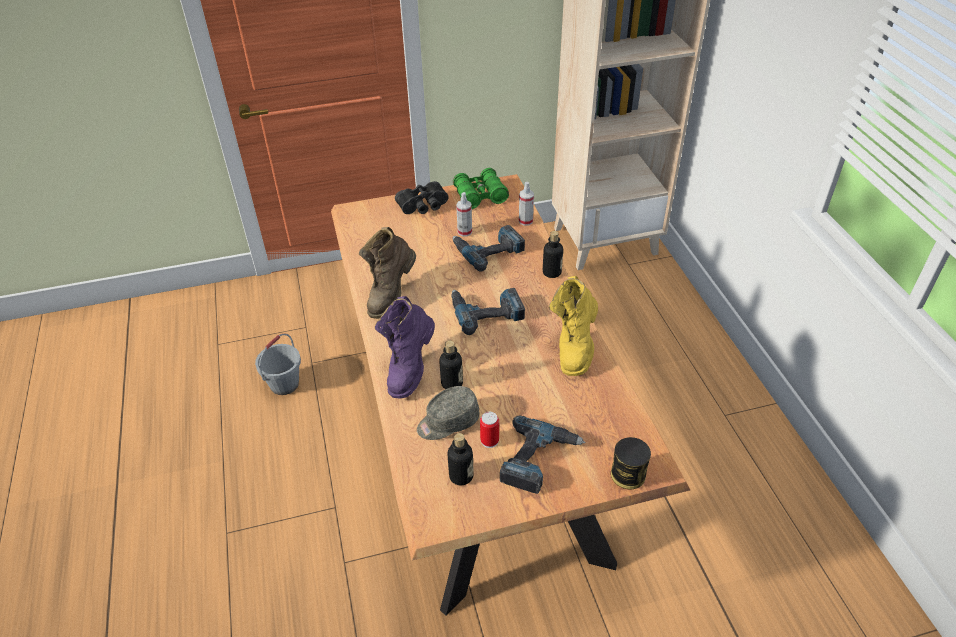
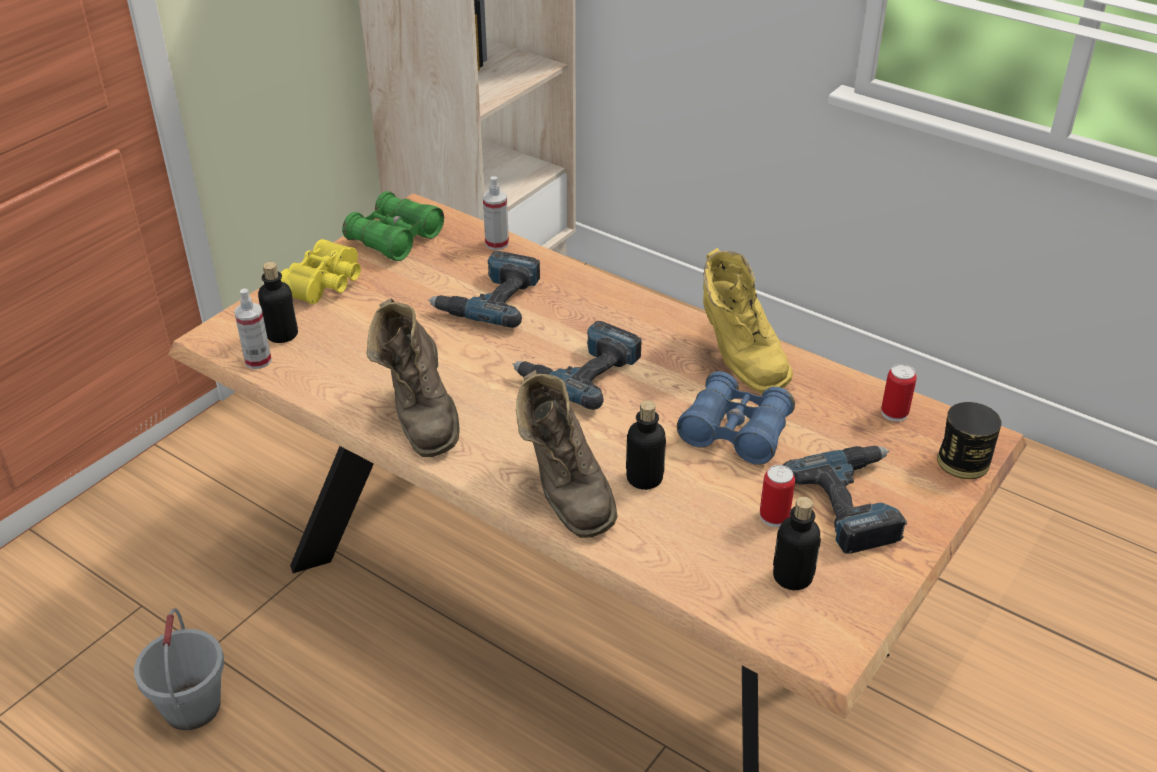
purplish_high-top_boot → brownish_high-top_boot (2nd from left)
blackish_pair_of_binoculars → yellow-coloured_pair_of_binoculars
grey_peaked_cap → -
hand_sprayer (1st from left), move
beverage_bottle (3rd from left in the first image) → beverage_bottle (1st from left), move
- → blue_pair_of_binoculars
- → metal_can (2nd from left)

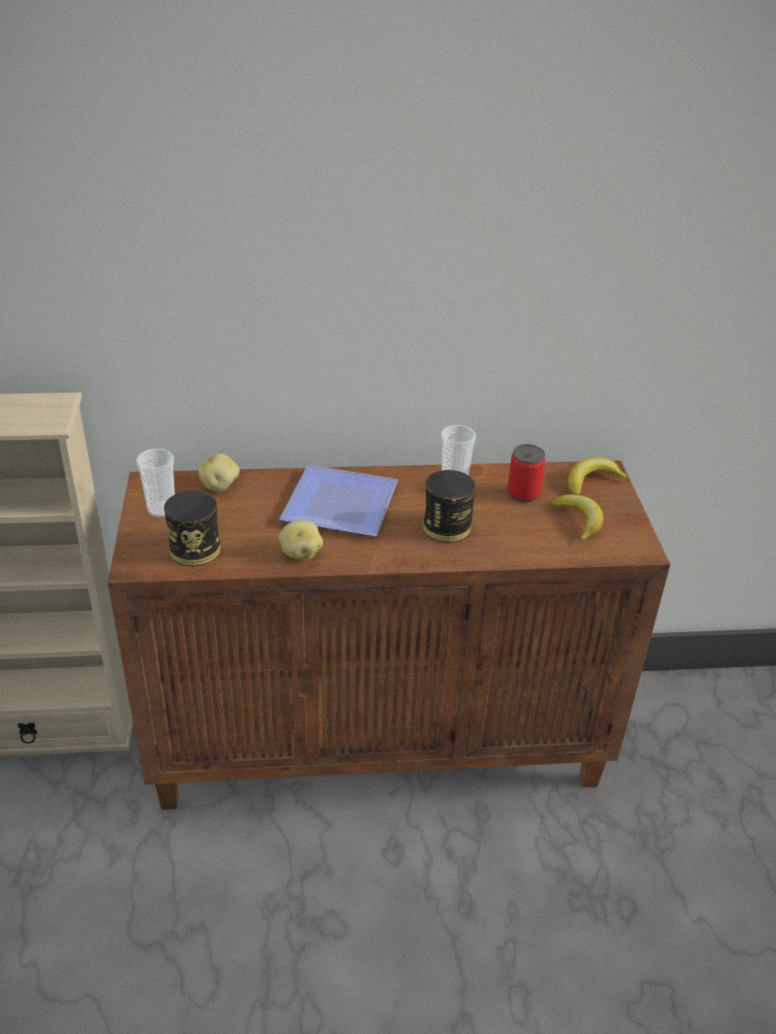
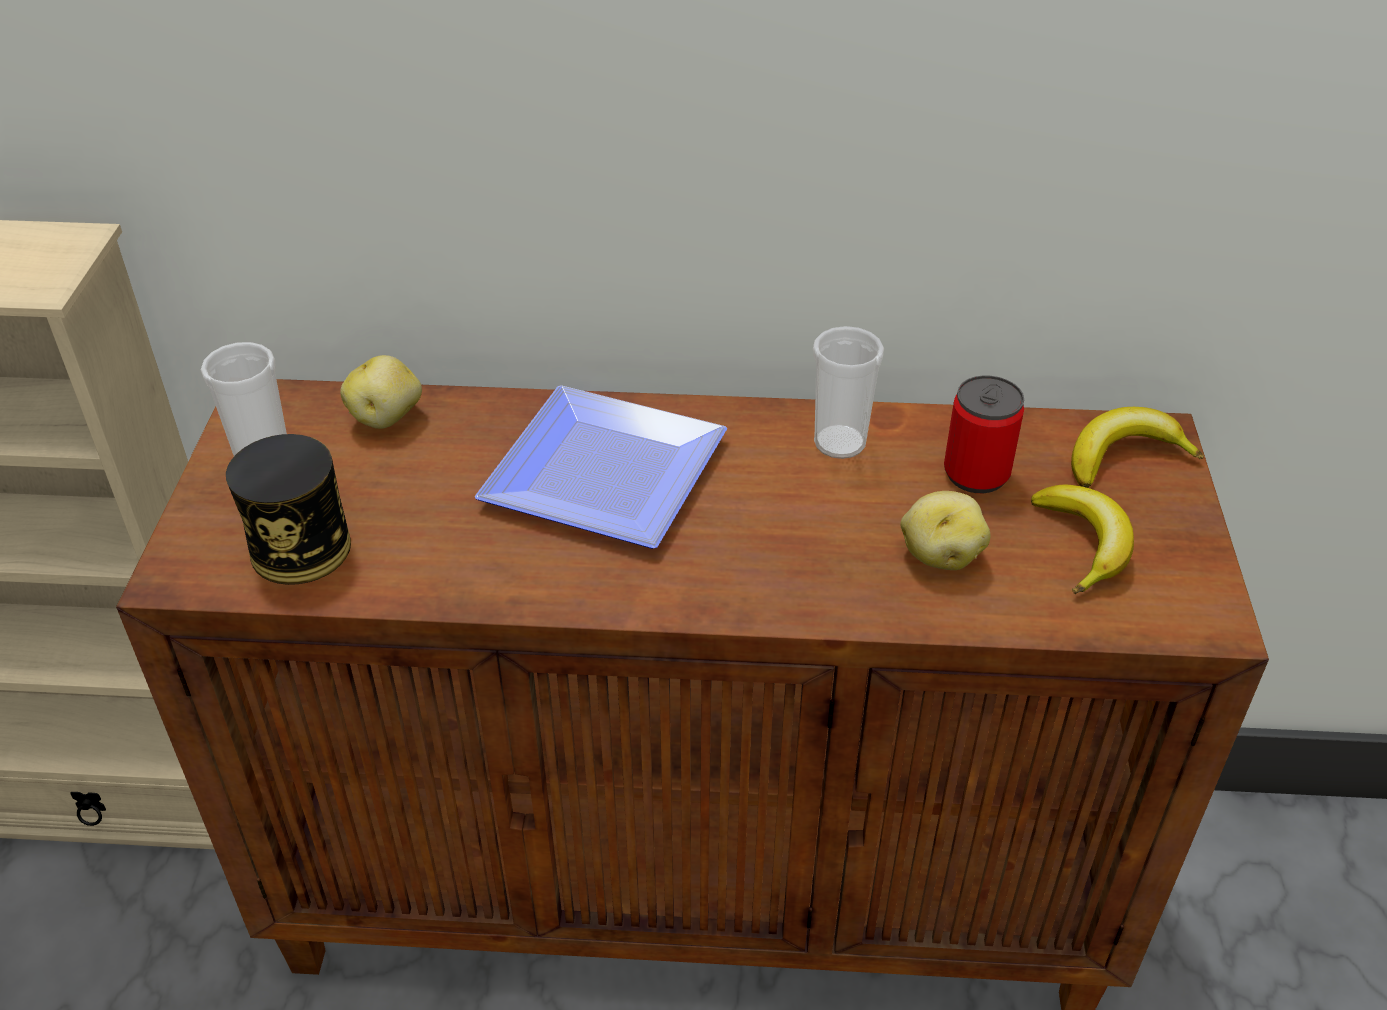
spud (2nd from left), move
metal_can (2nd from left) → -

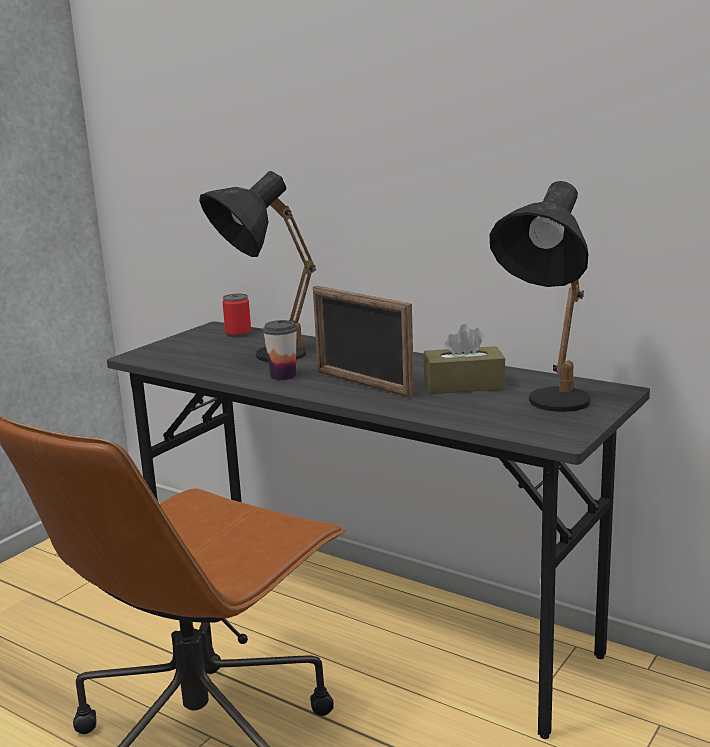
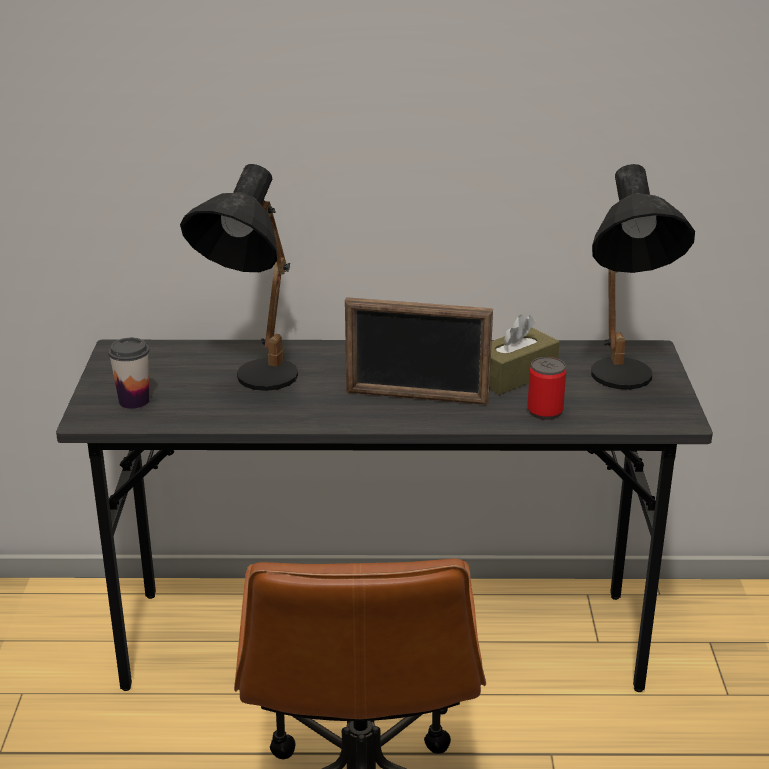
metal_can, move
cup, move

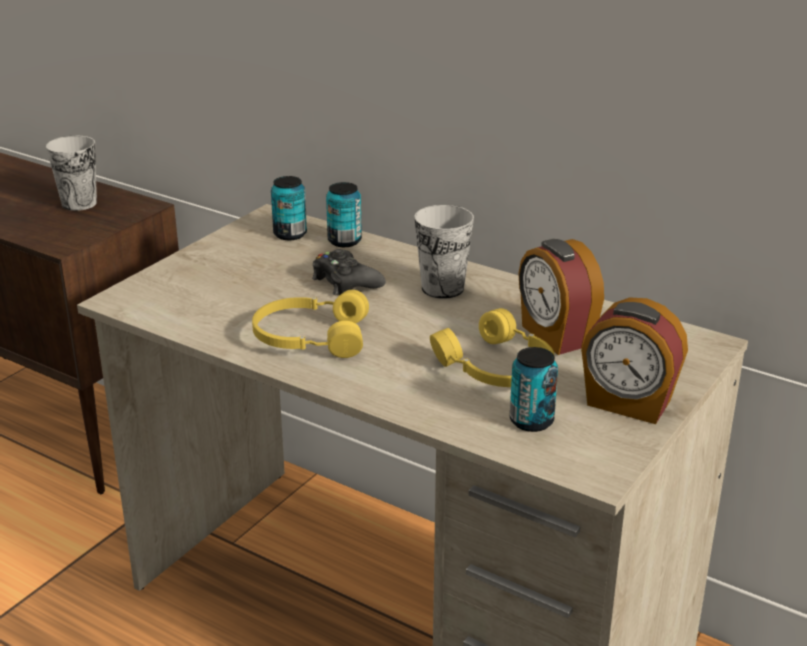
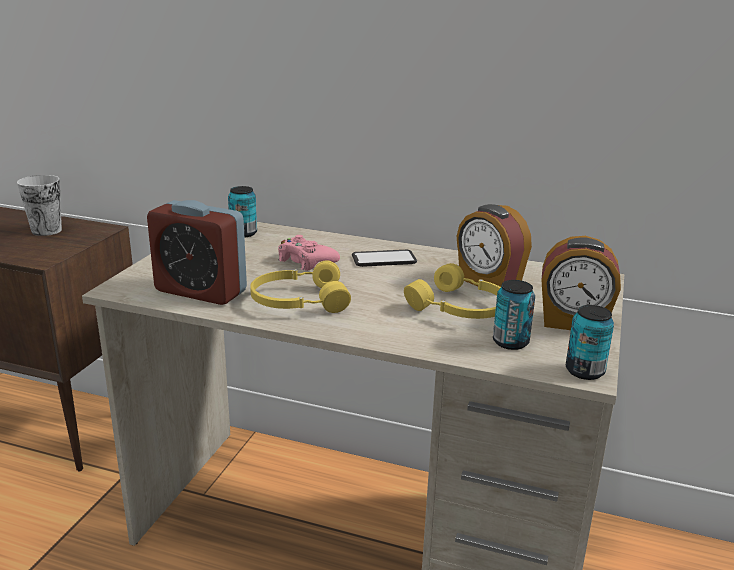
blackish_game_controller → pink_game_controller
metal_can (2nd from left in the first image) → metal_can (3rd from left), move
cup (2nd from left) → phone
- → bedside_clock (1st from left)

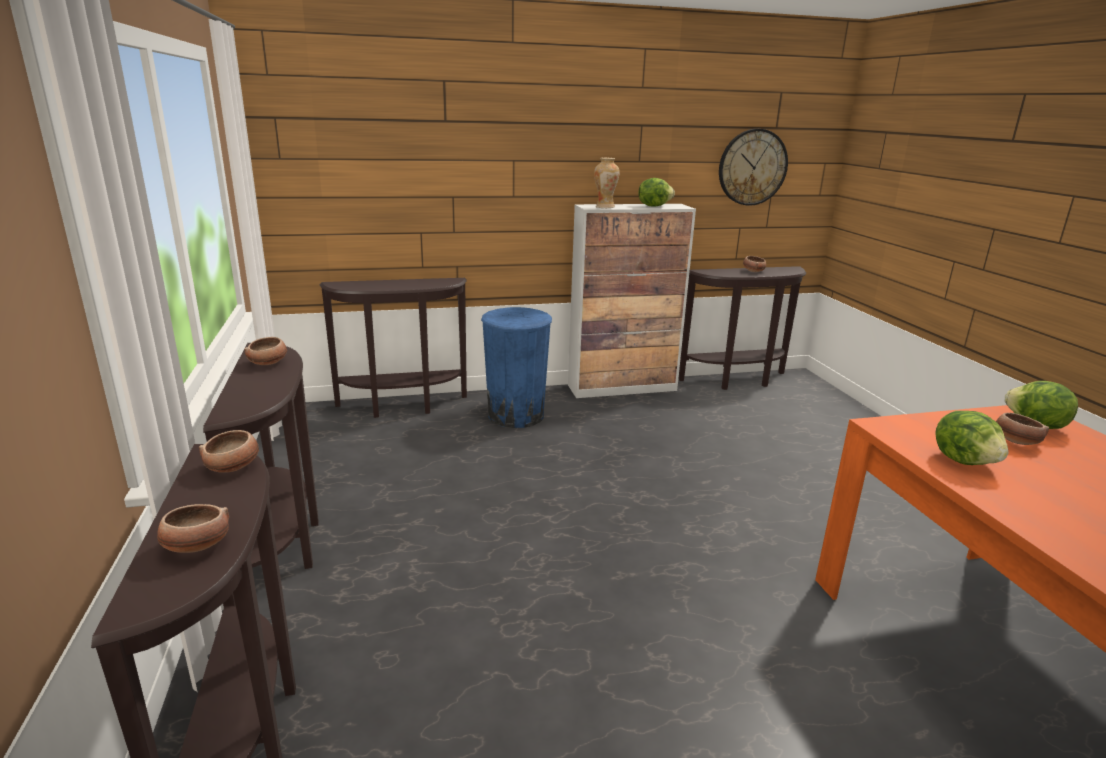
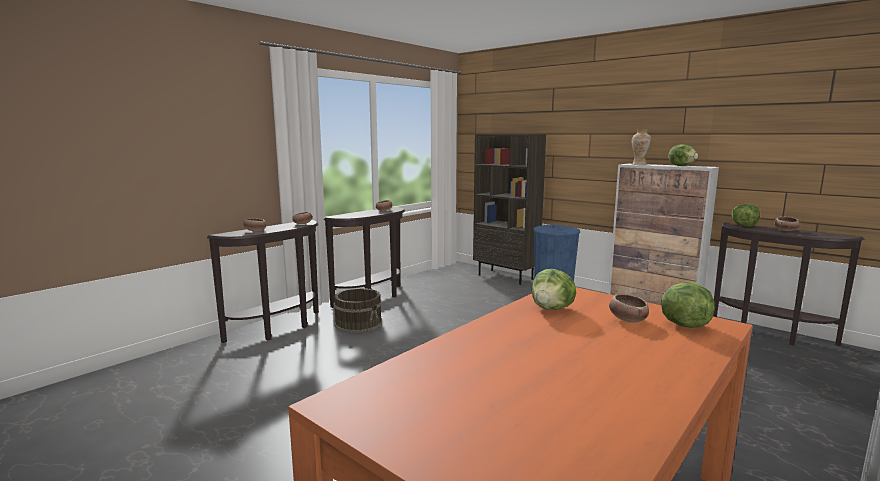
brownish_hall_table (3rd from left) → brownish_bookcase
wall_clock → -
- → brownish_pail
- → lettuce_head (4th from left)

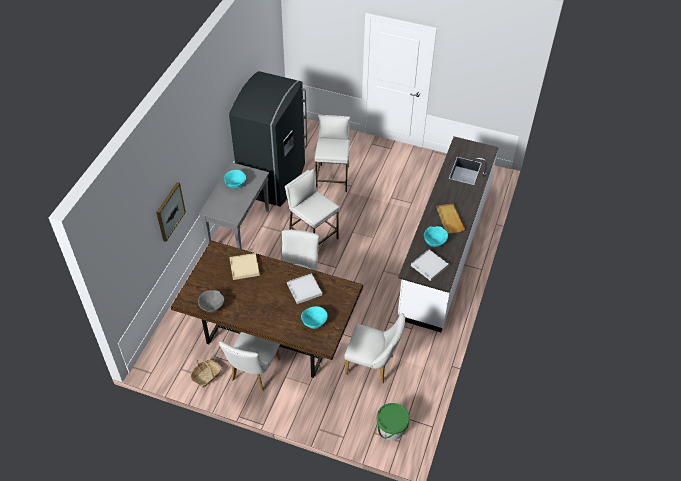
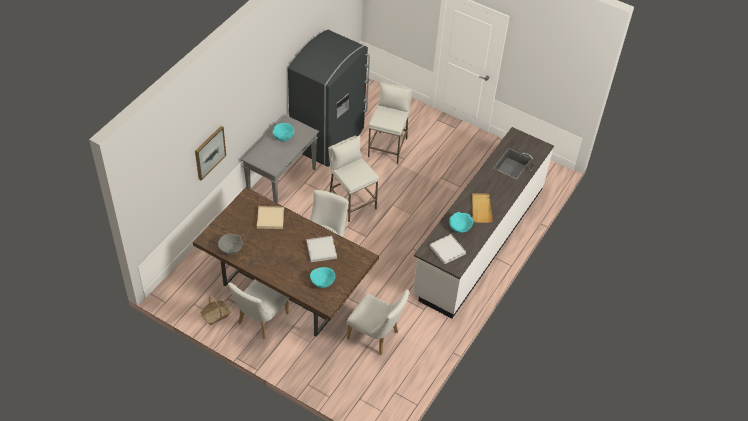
greenish_pail → -

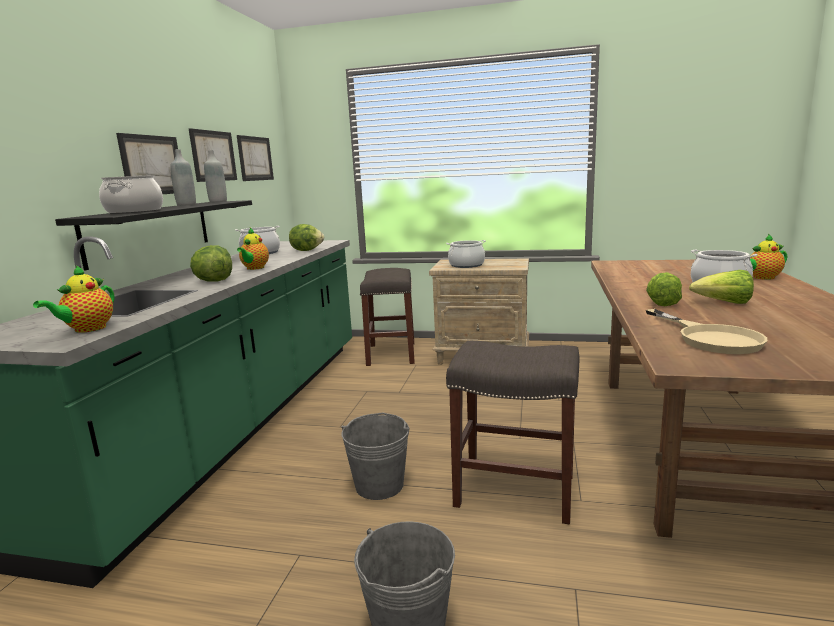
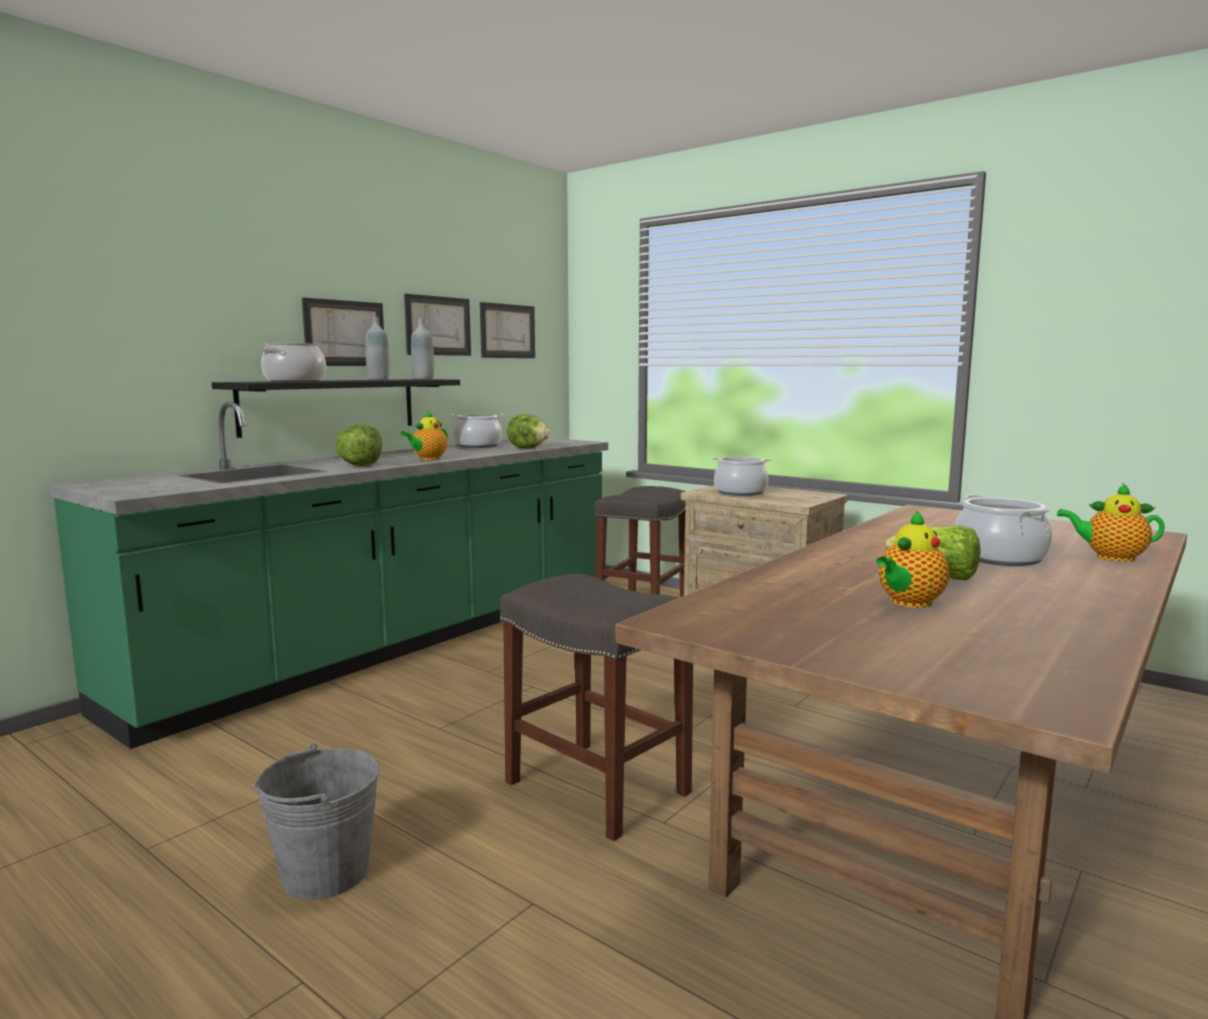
pot_for_tea (1st from left in the first image) → pot_for_tea (2nd from left), move
grey_pail (1st from left) → -
lettuce_head (3rd from left) → -
sand-coloured_pan → -

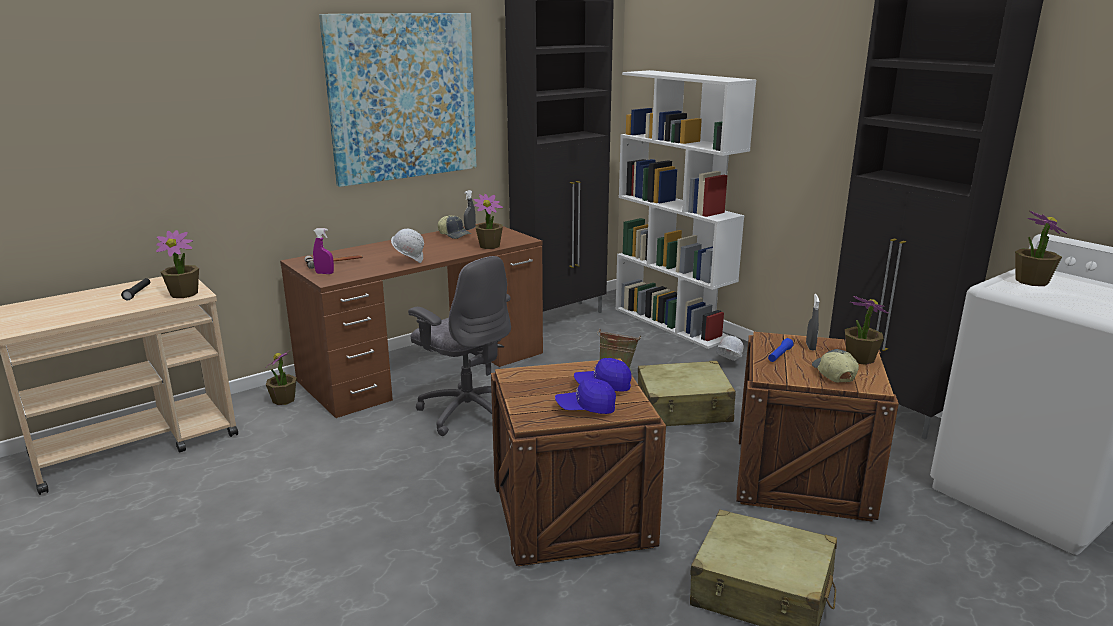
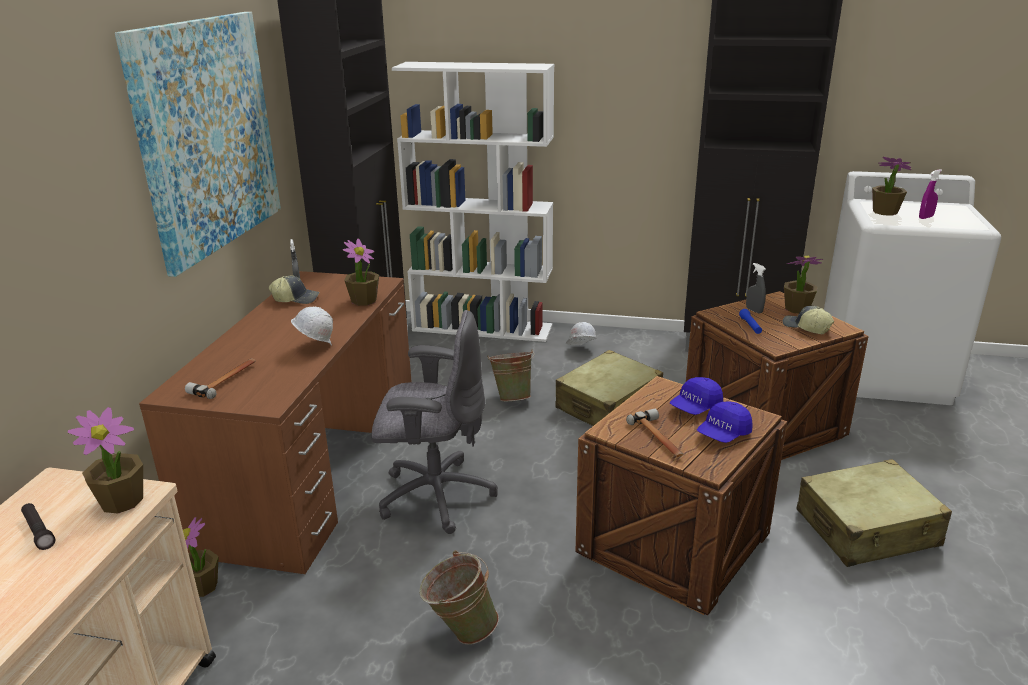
purplish_hand_sprayer, move
- → greenish_pail (1st from left)
- → hammer (2nd from left)

